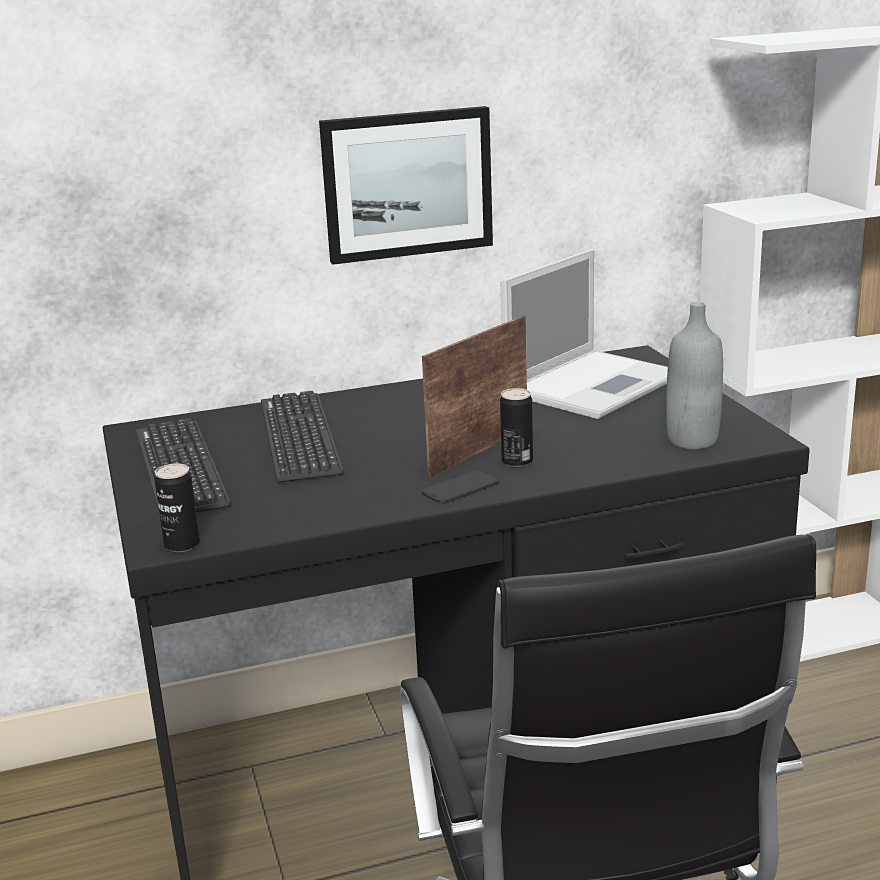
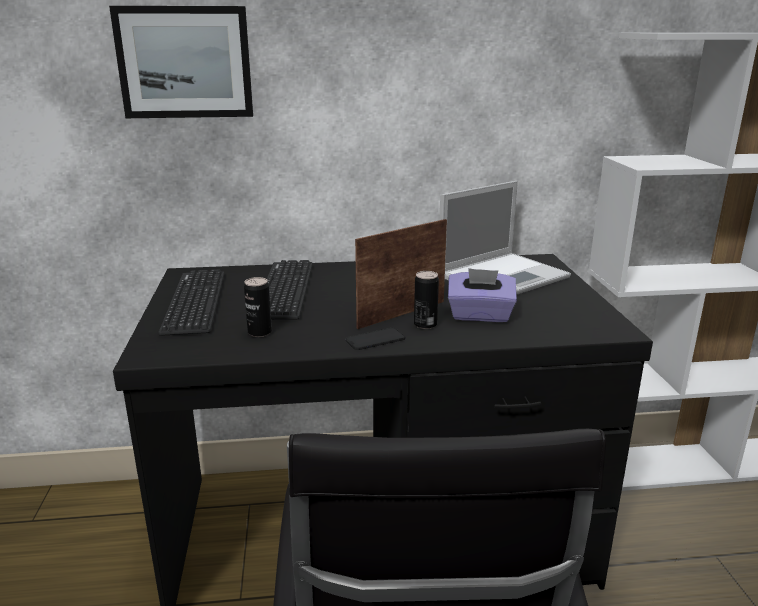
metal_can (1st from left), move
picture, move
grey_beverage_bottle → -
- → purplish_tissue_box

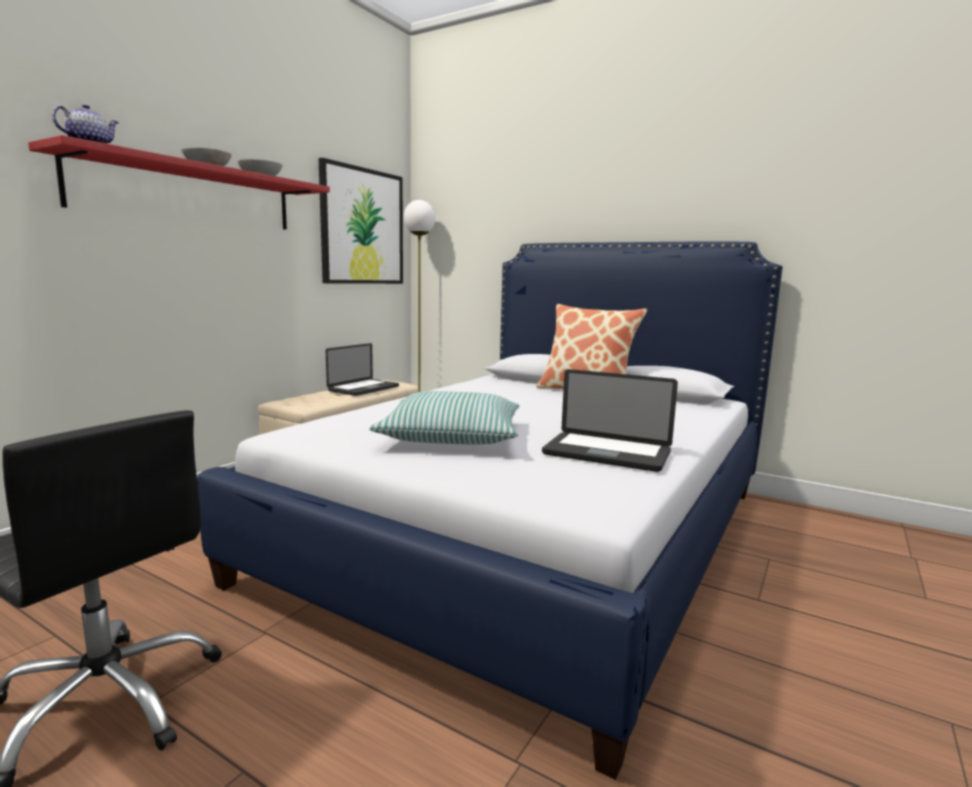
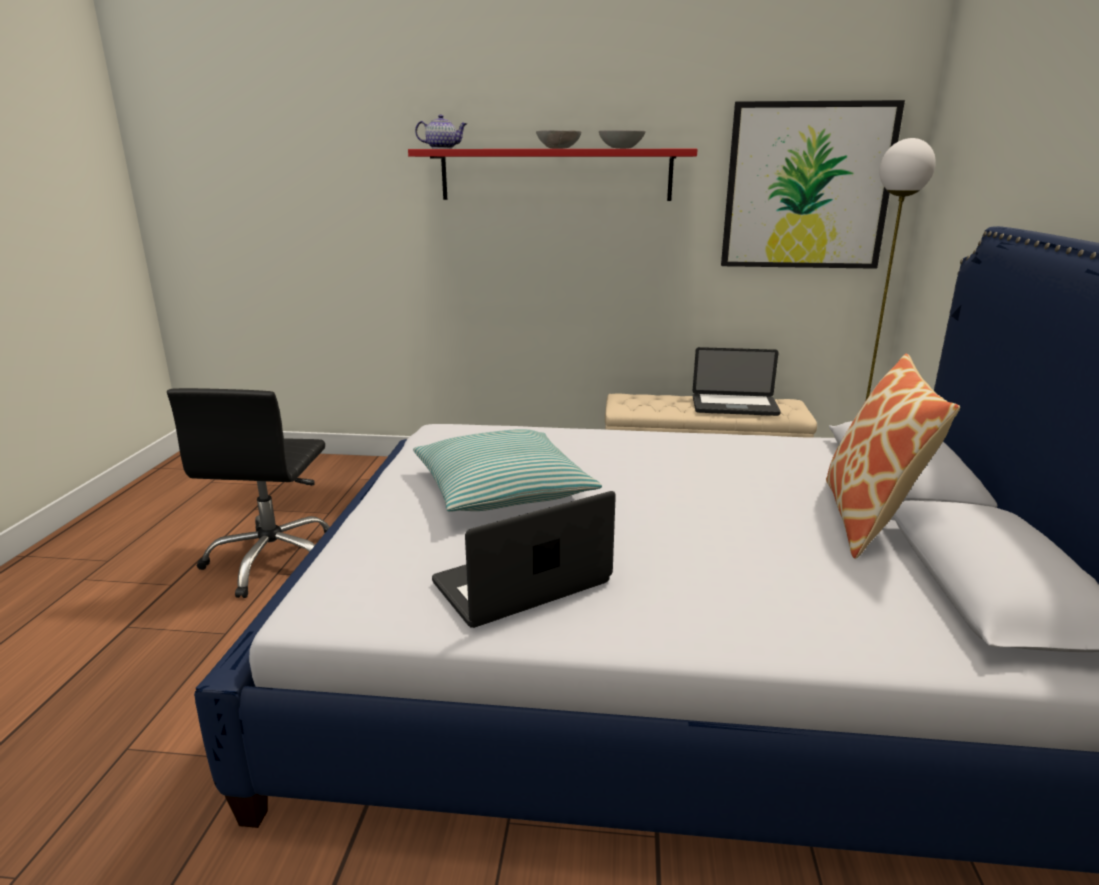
notebook_computer (2nd from left in the first image) → notebook_computer (1st from left), 60 degrees clockwise

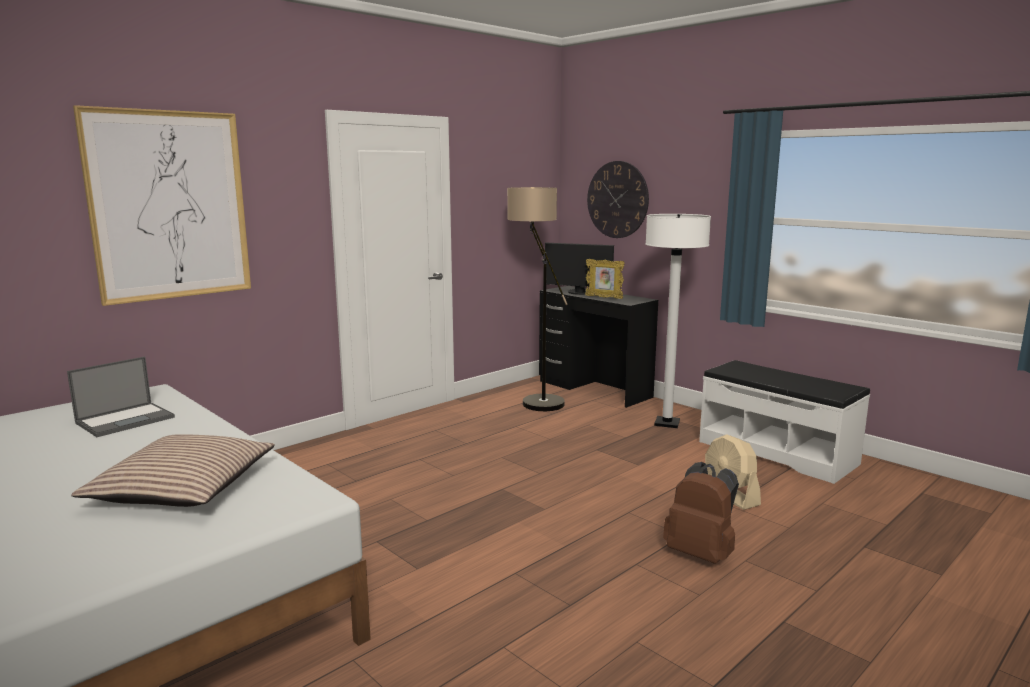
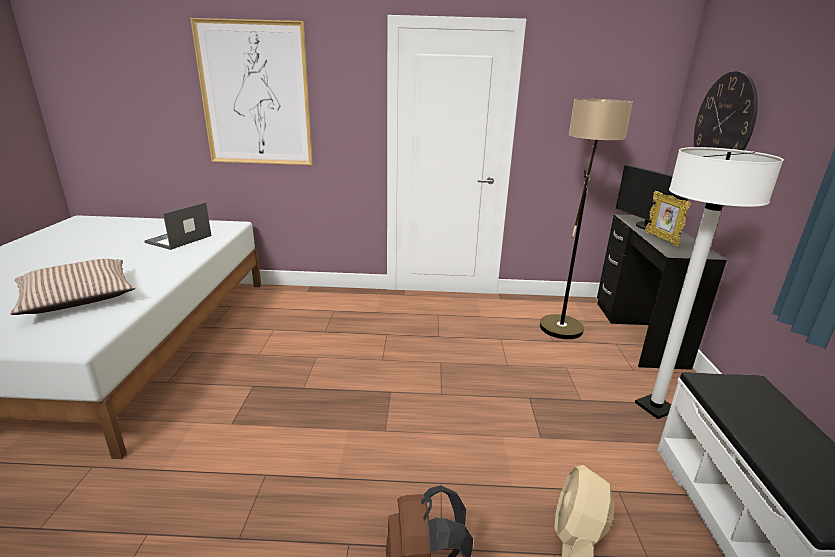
notebook_computer, 120 degrees clockwise

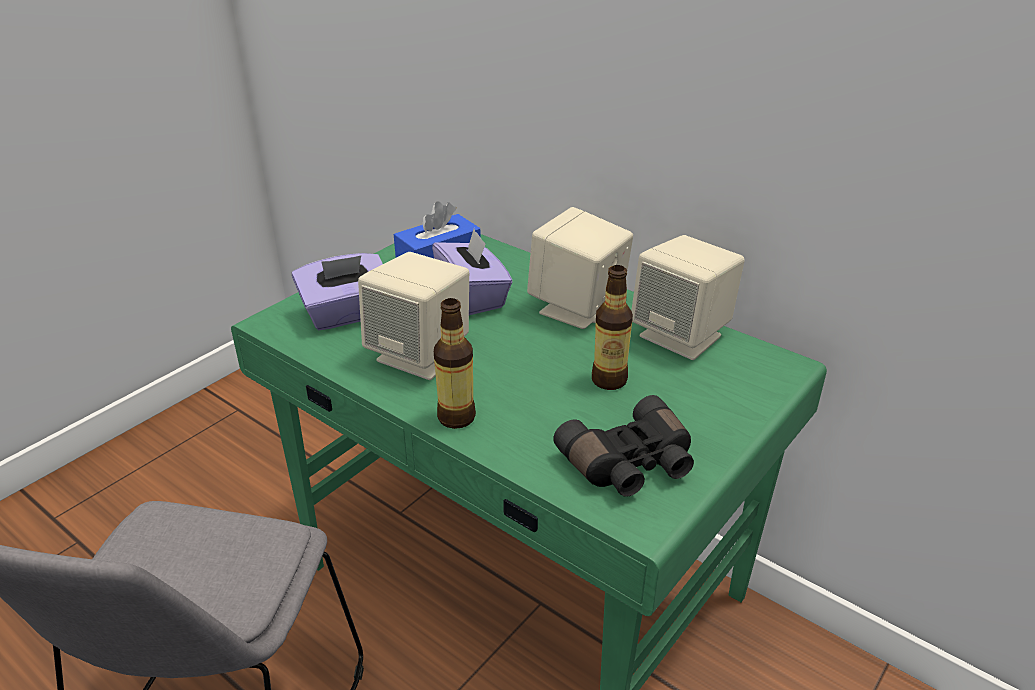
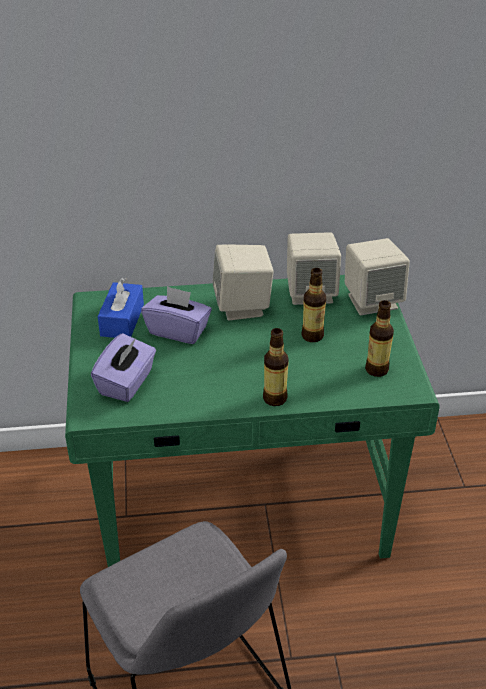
sand-coloured_loudspeaker (1st from left in the first image) → sand-coloured_loudspeaker (3rd from left), move
blackish_pair_of_binoculars → beverage_bottle (3rd from left)

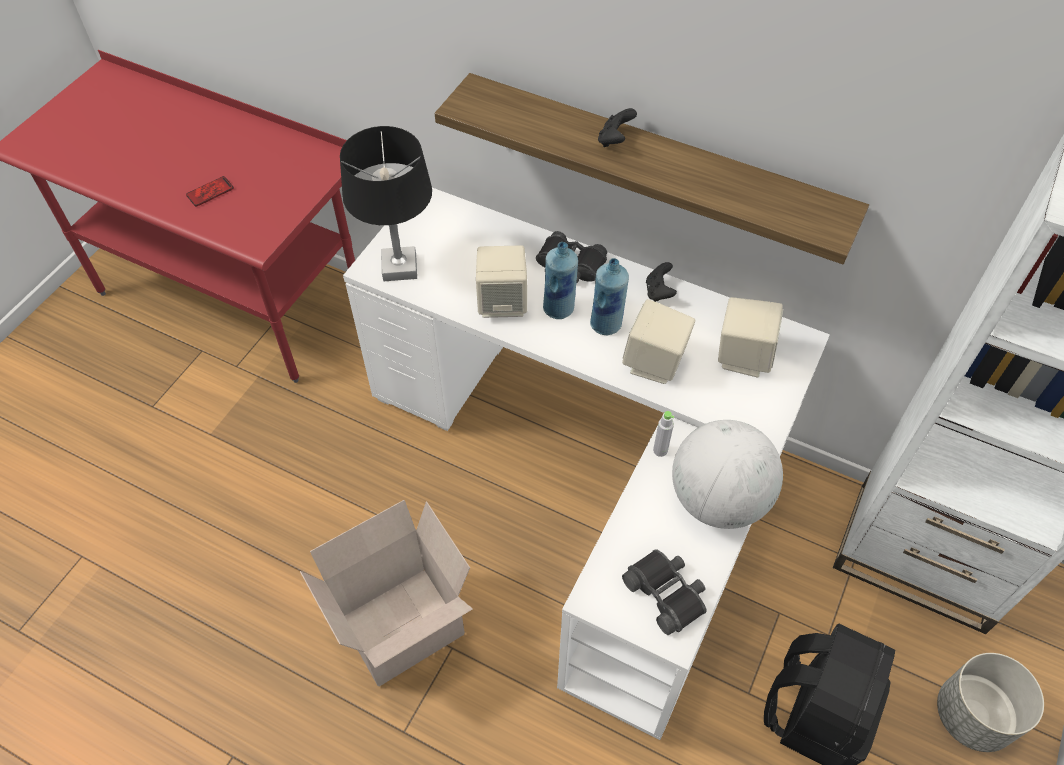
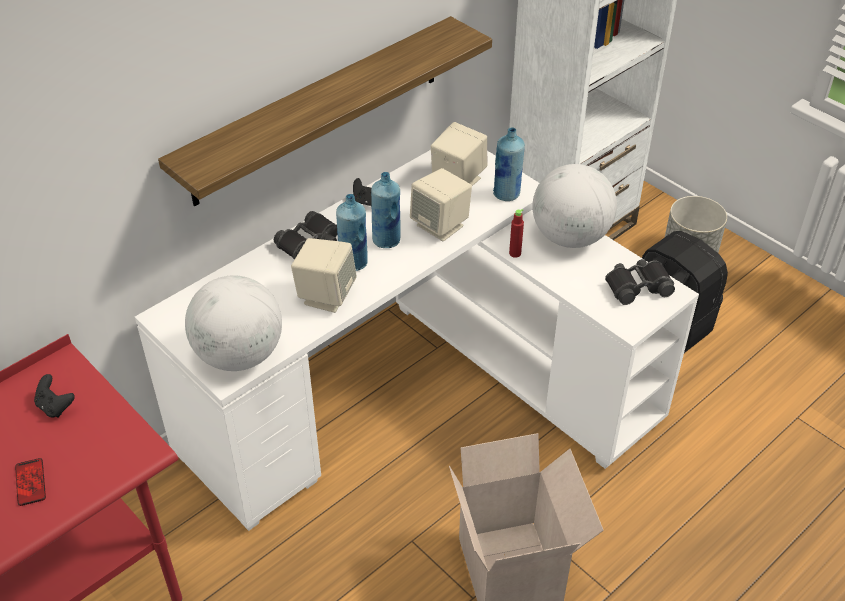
blackish_table_lamp → world_globe (1st from left)
blackish_game_controller (1st from left), move
grey_beverage_bottle → reddish_beverage_bottle
- → blue_beverage_bottle (3rd from left)

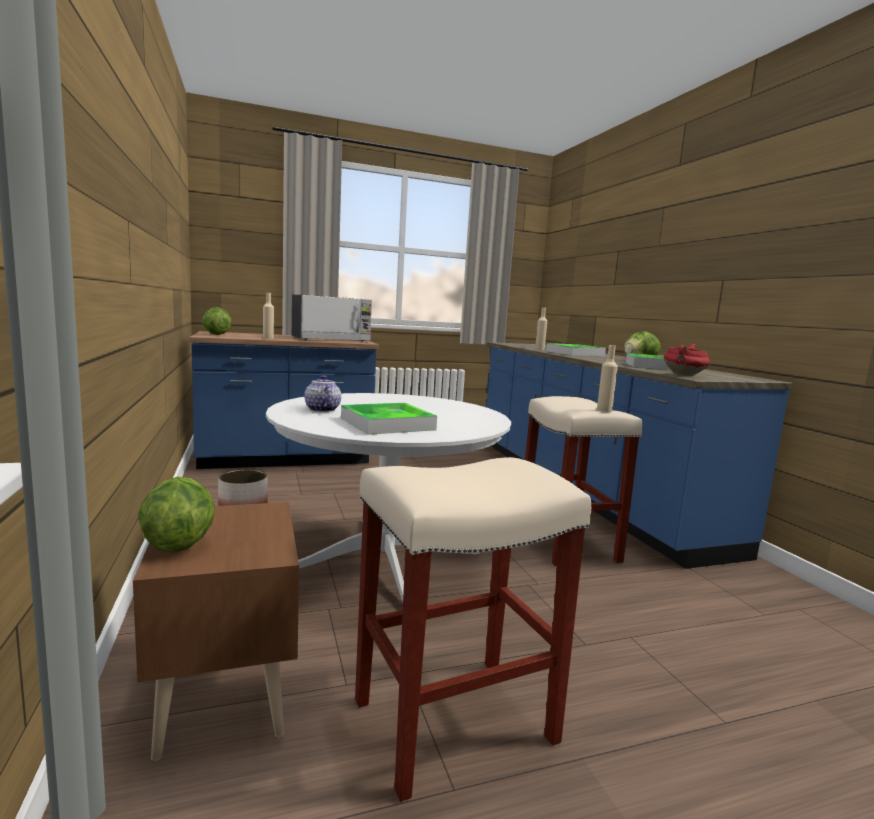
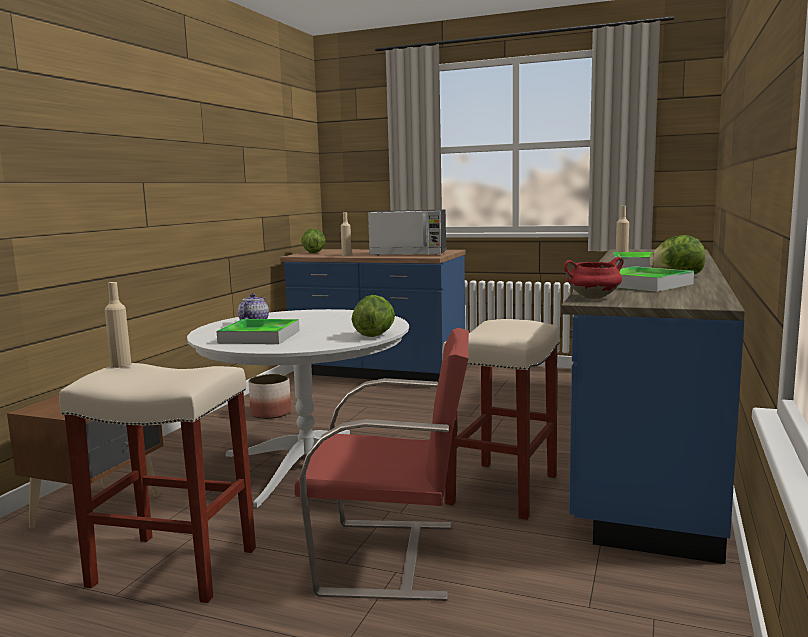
lettuce_head (1st from left in the first image) → lettuce_head (2nd from left), move
sand-coloured_beverage_bottle (3rd from left in the first image) → sand-coloured_beverage_bottle (1st from left), move
- → reddish_upright_chair

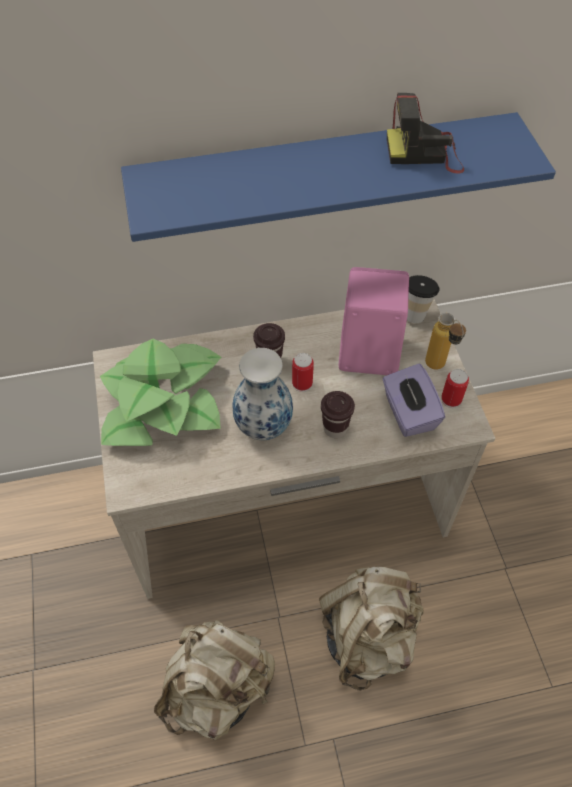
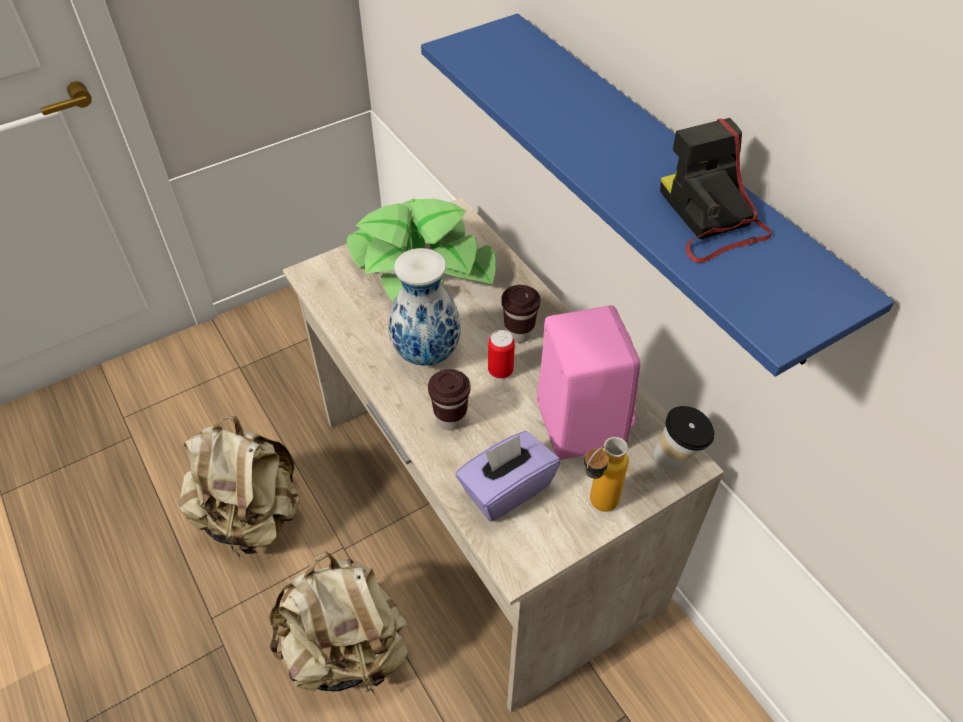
metal_can (2nd from left) → -

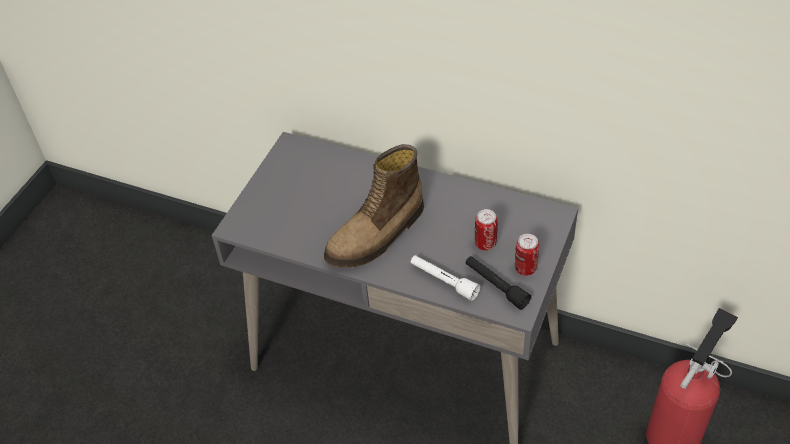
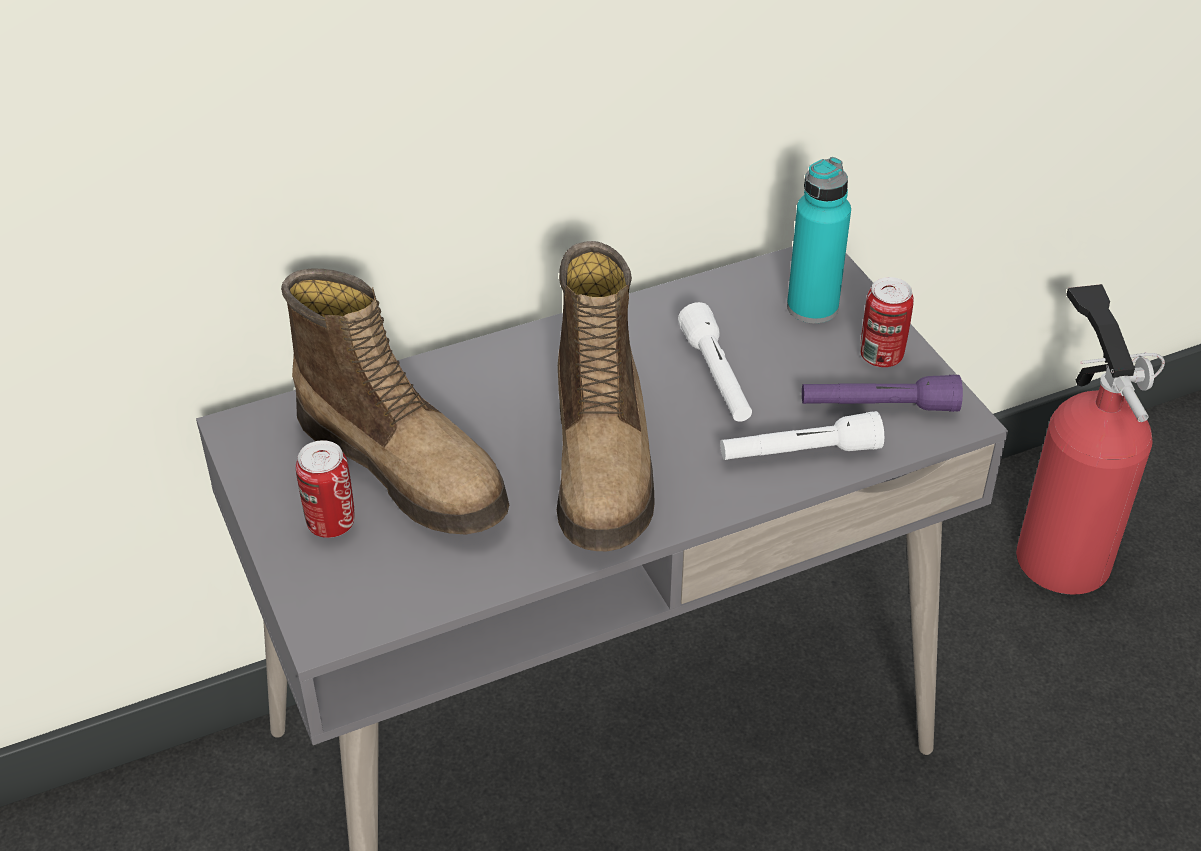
blackish_torch → purplish_torch
metal_can (1st from left), move
- → high-top_boot (1st from left)
- → whitish_torch (1st from left)
- → turquoise-coloured_beverage_bottle

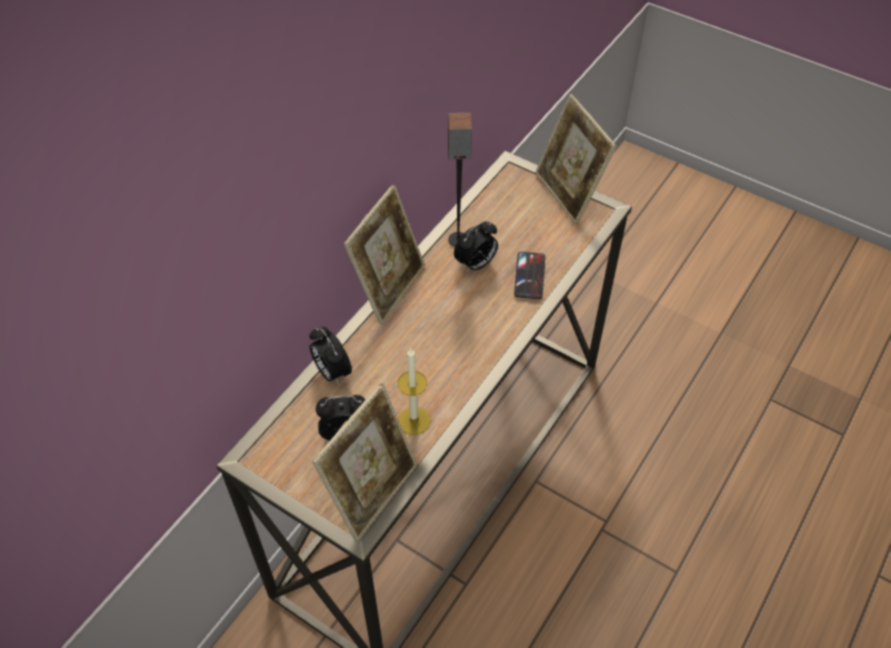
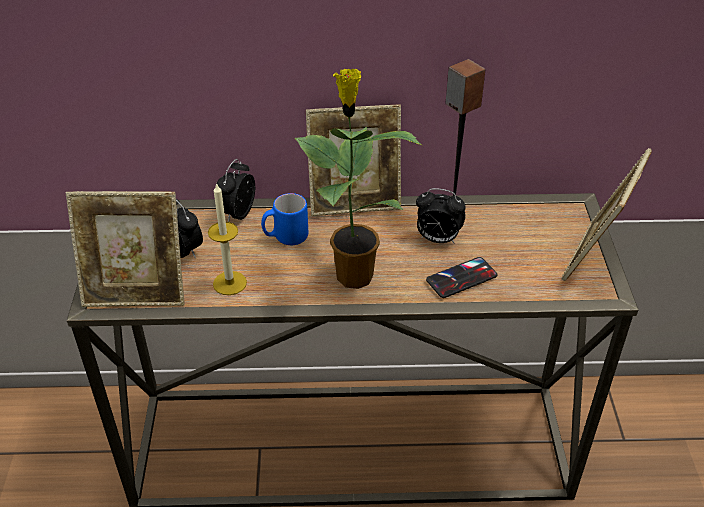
- → blue_tea_mug
- → houseplant

